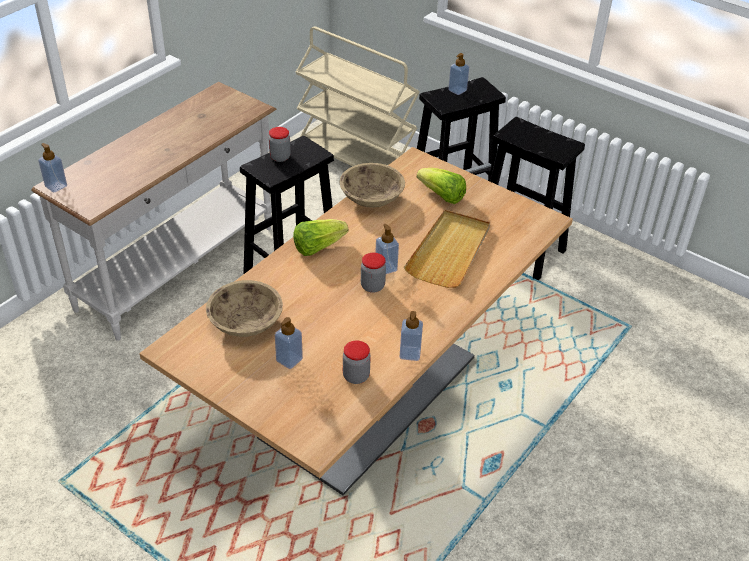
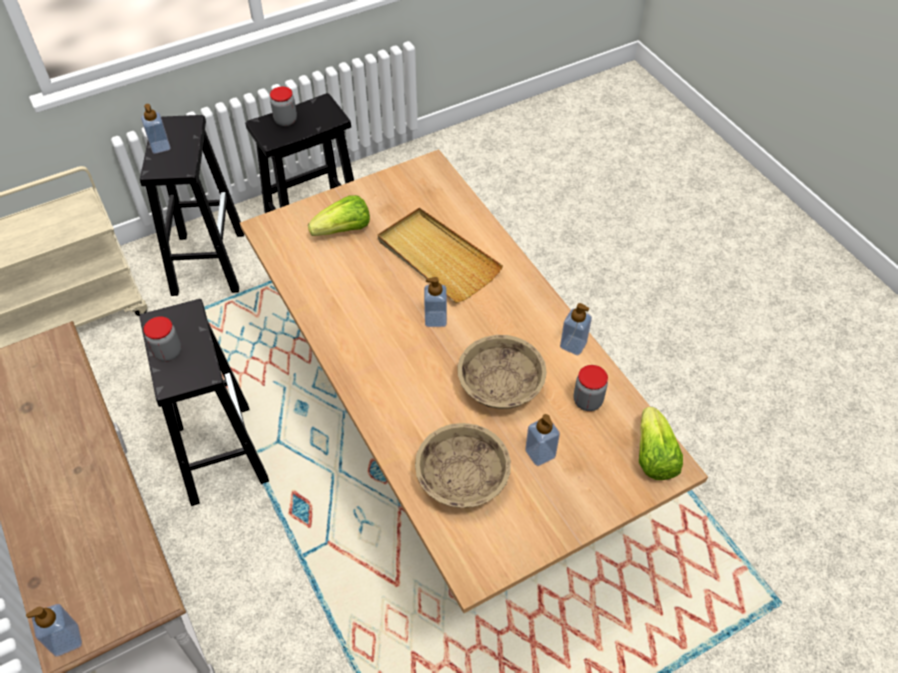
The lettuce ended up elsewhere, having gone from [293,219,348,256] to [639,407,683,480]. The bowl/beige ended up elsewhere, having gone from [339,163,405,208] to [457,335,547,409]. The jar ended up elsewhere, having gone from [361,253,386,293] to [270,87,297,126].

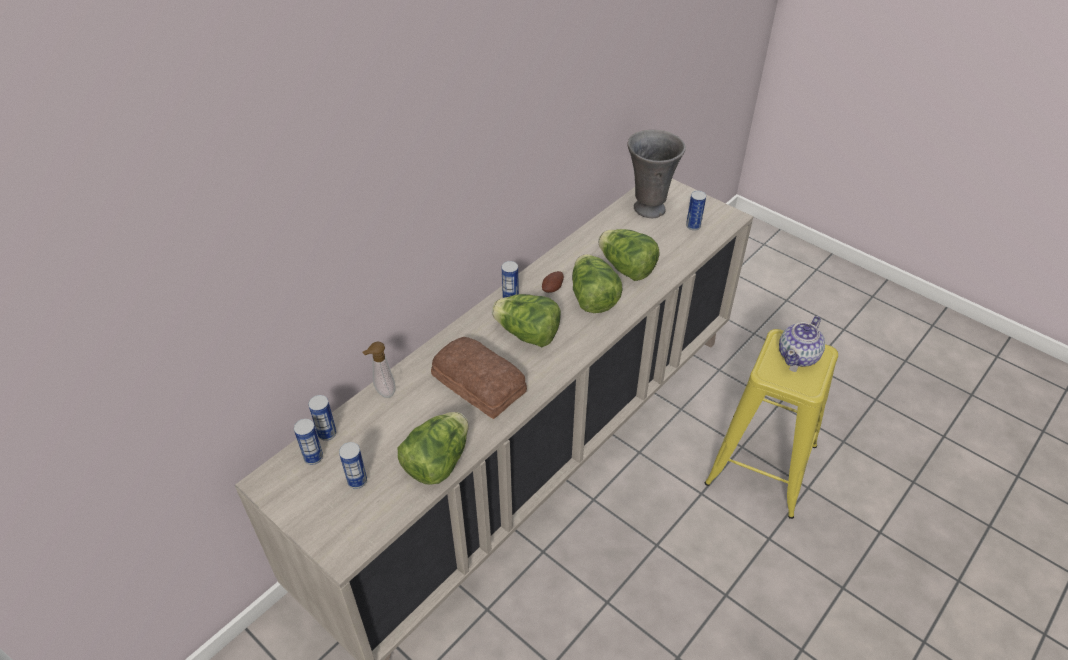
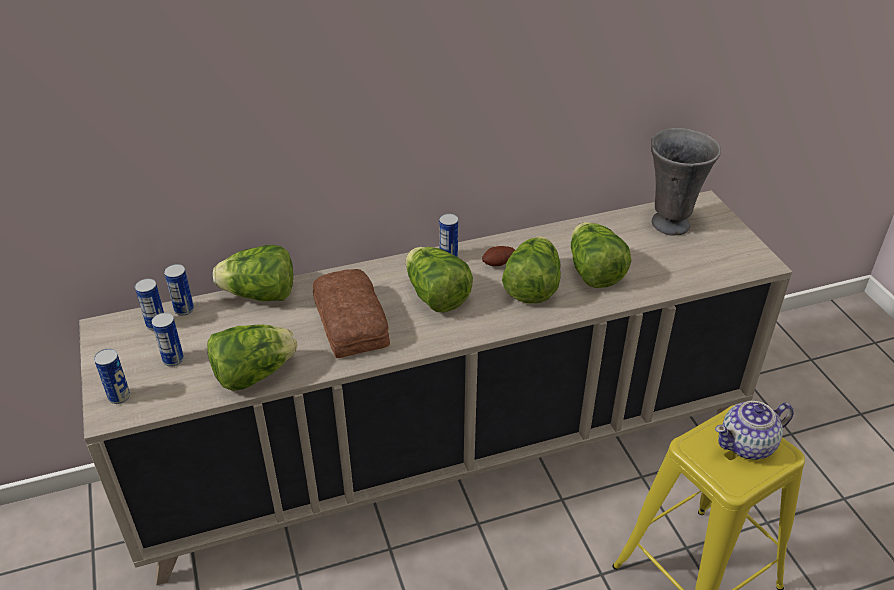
Where the soap dispenser stood at [362,342,396,398], the lettuce came to stand at [213,245,293,301]. The can ended up elsewhere, having gone from [686,191,706,231] to [94,349,130,404].

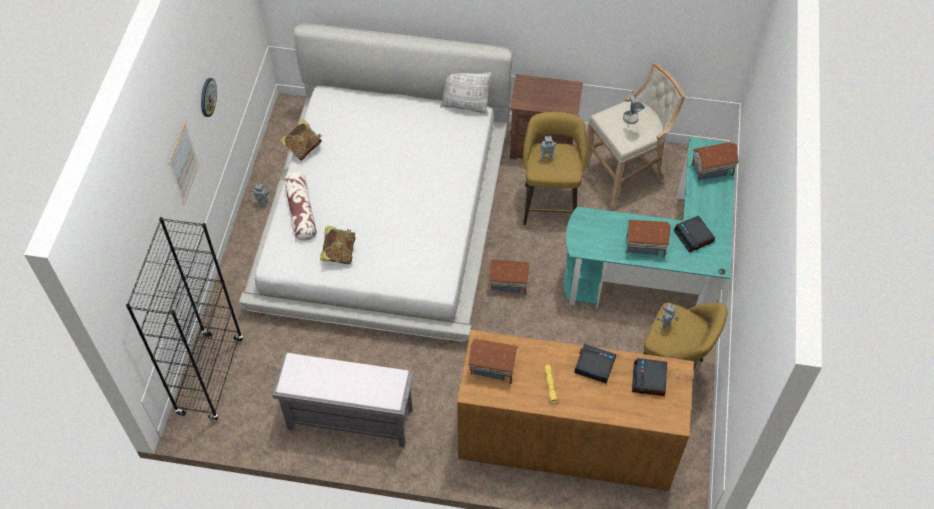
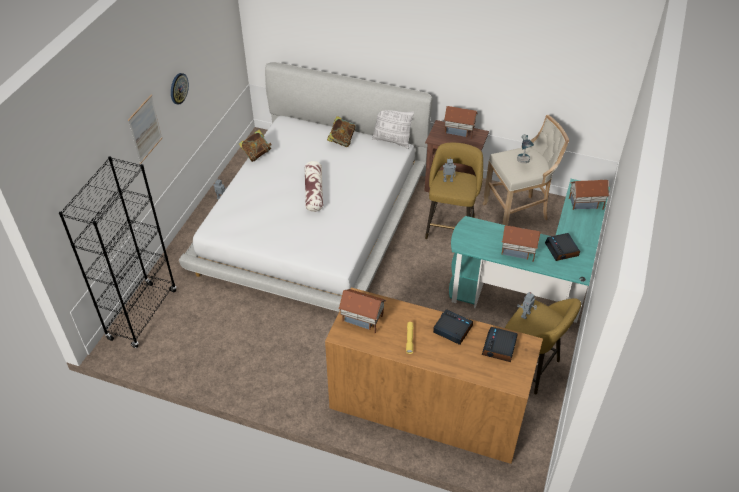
The second view lost the bench/grey at [272,353,414,448]. The pillow ended up elsewhere, having gone from [284,172,317,241] to [305,161,323,212]. The book ended up elsewhere, having gone from [320,226,356,264] to [327,116,355,147]. The toy house ended up elsewhere, having gone from [489,260,530,295] to [444,106,478,139].

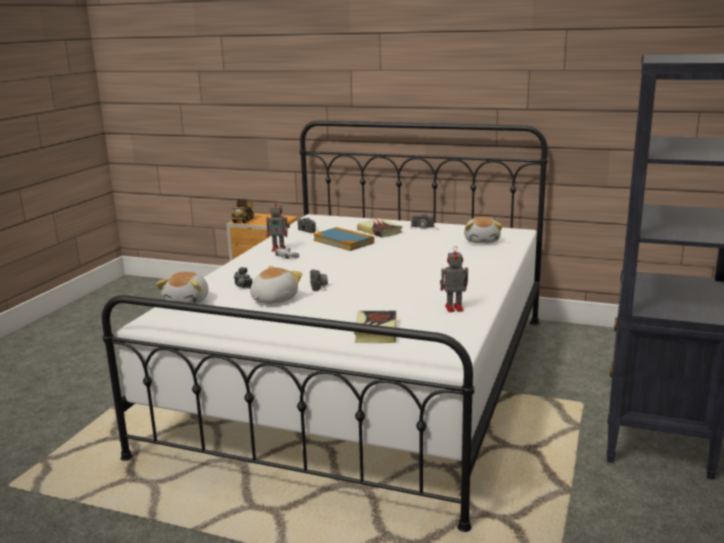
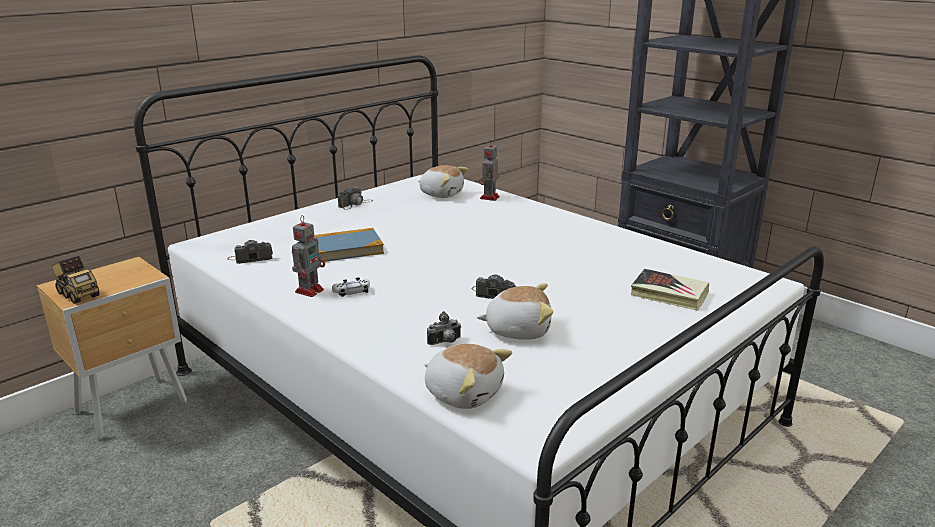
The plush toy at [250,265,302,304] ended up facing another way, 120 degrees clockwise from before. The second view lost the book at [357,218,403,238]. The toy robot ended up elsewhere, having gone from [440,246,468,312] to [479,139,500,201].

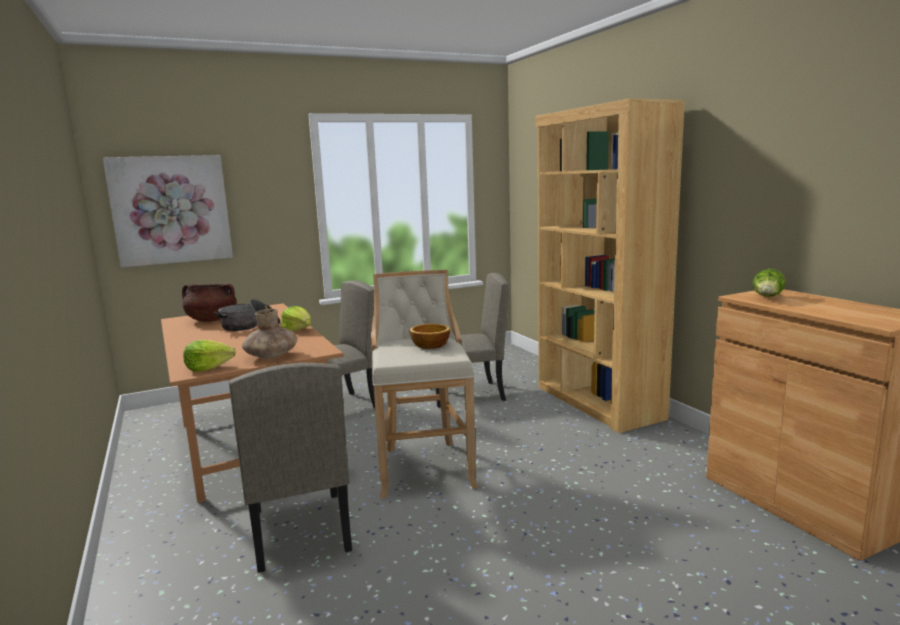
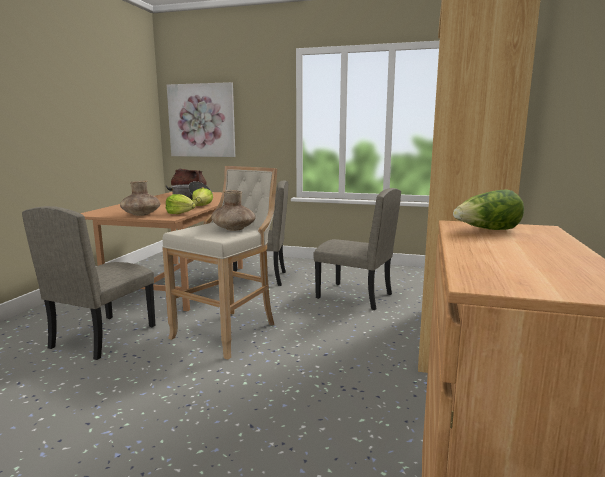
The lettuce ended up elsewhere, having gone from [183,340,236,372] to [166,194,196,214]. Where the bowl stood at [409,324,450,349], the vase/brown came to stand at [211,190,256,231].

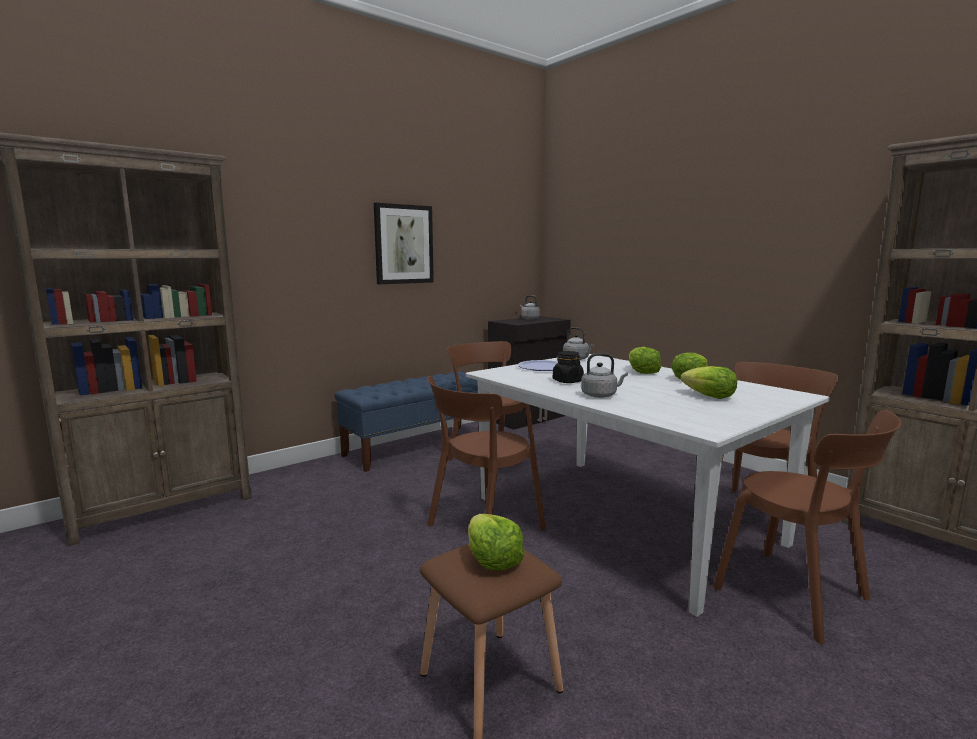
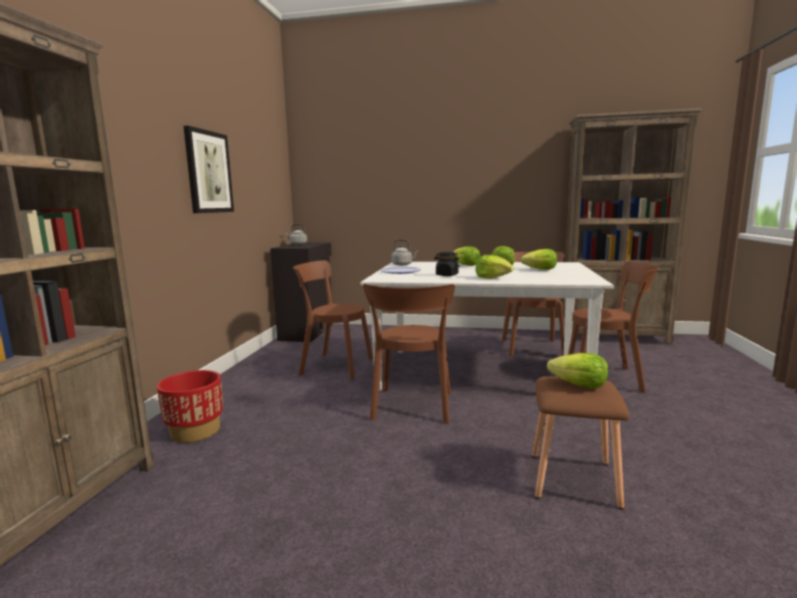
The second view lost the bench/blue at [335,372,478,472]. Where the kettle/grey stood at [581,353,628,398], the lettuce came to stand at [475,255,514,279]. The second view gained the planter/red at [157,370,223,443].

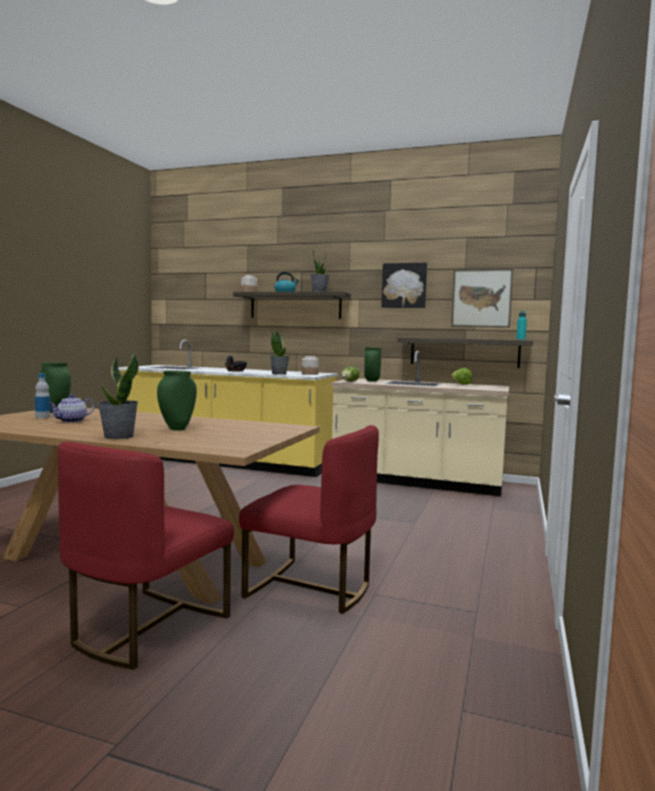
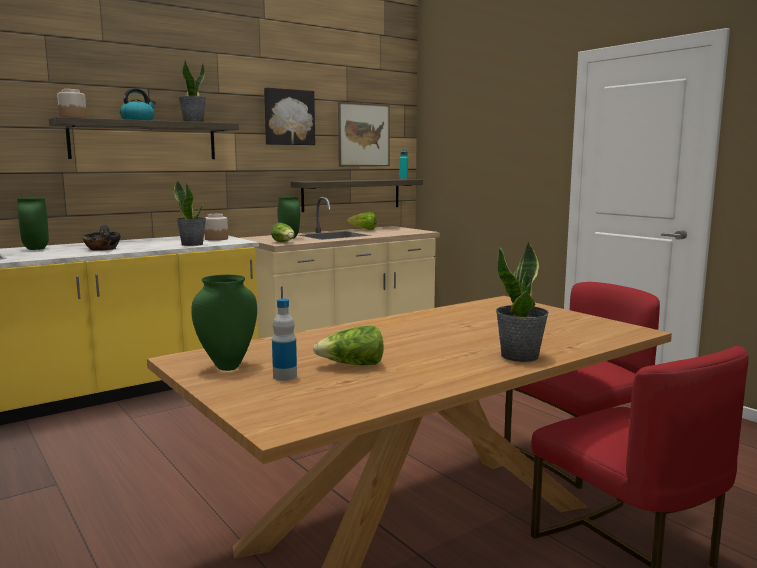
Where the teapot stood at [48,394,94,423], the lettuce came to stand at [313,325,384,365]. The vase/green ended up elsewhere, having gone from [157,371,197,431] to [17,198,49,250].

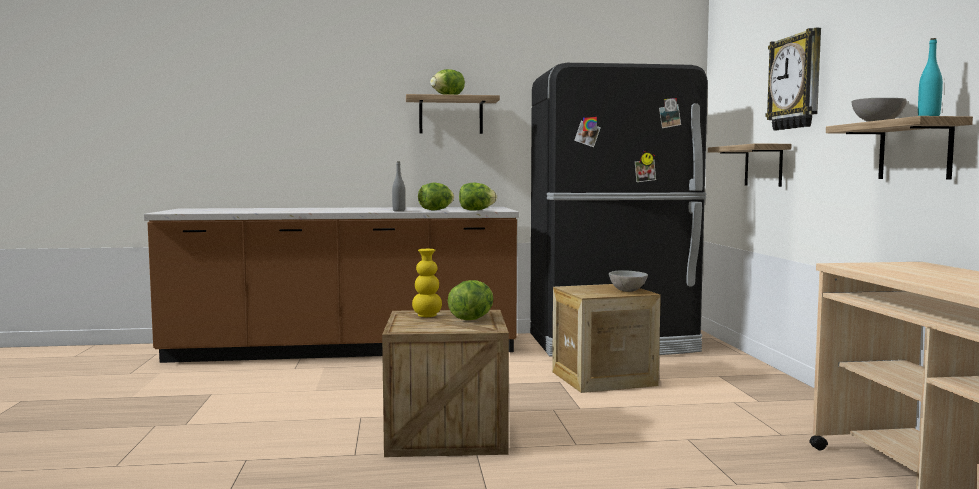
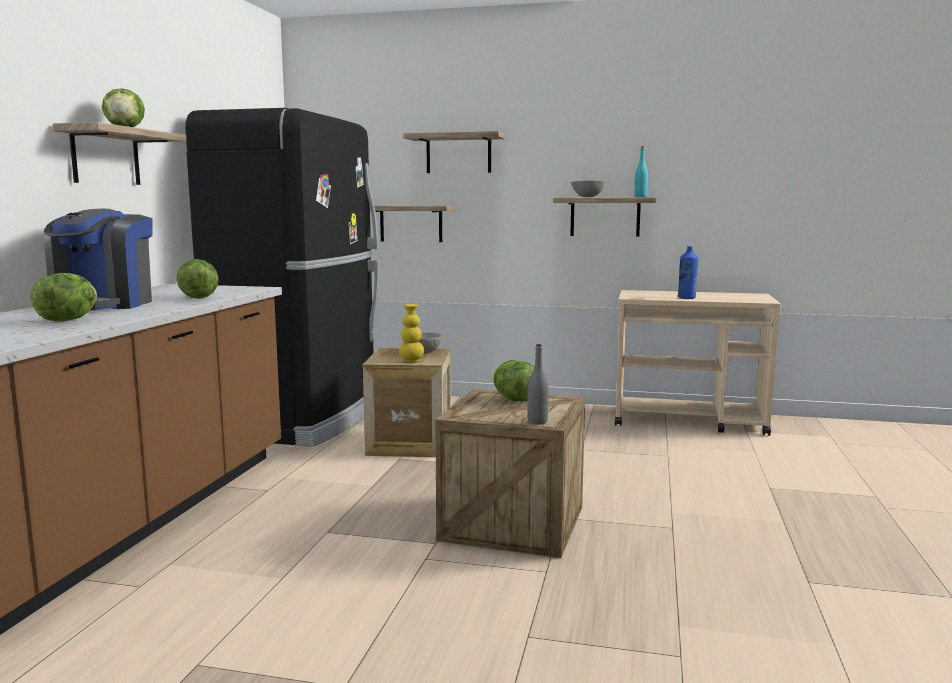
The bottle/grey ended up elsewhere, having gone from [392,161,405,211] to [527,344,549,424]. The vase/yellow ended up elsewhere, having gone from [412,249,442,317] to [399,304,424,362]. The lettuce ended up elsewhere, having gone from [459,183,497,211] to [31,273,97,322]. Where the wall clock hung at [765,28,821,130], the shelf came to hang at [403,131,505,173]. The second view gained the coffee machine at [44,209,153,310]. The second view gained the bottle/blue at [678,246,698,299].

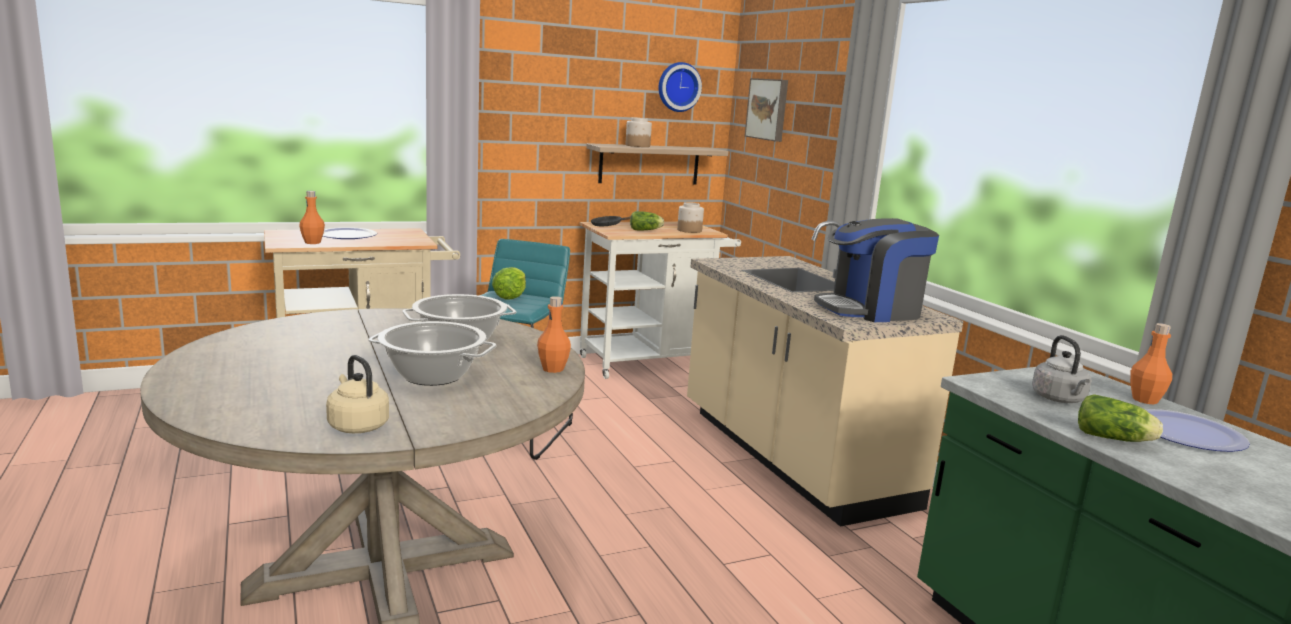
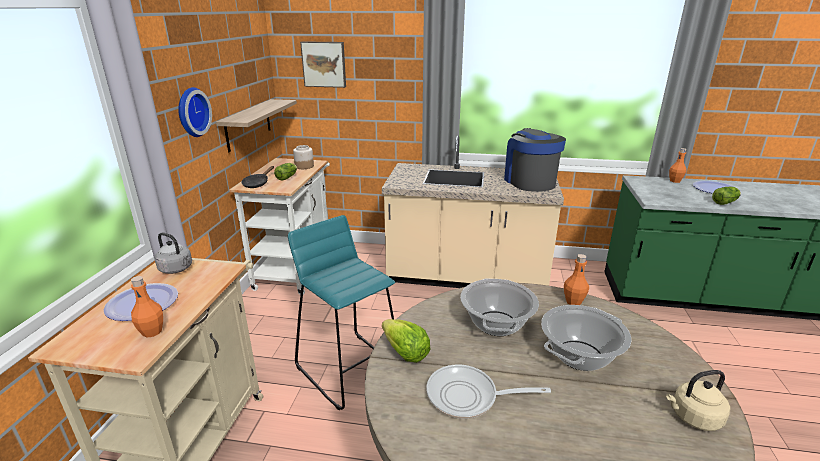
The lettuce ended up elsewhere, having gone from [492,267,526,300] to [382,319,431,363]. The second view lost the jar at [626,118,652,147]. The wall clock ended up elsewhere, having gone from [659,62,702,112] to [178,87,212,137]. The coffee machine at [814,218,939,322] ended up facing another way, 150 degrees clockwise from before. The kettle/grey ended up elsewhere, having gone from [1032,335,1091,403] to [155,233,192,274]. The second view gained the frying pan at [426,365,551,419].

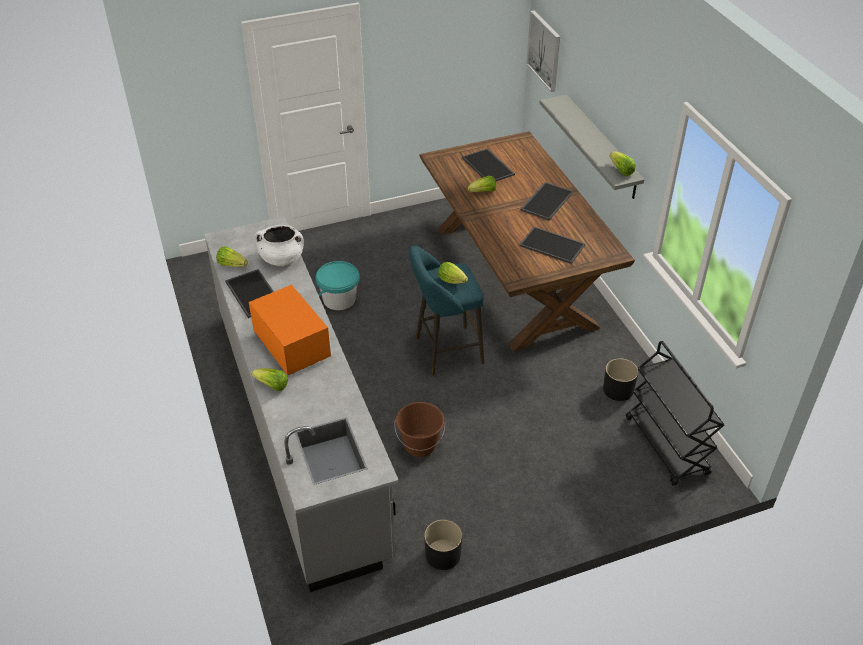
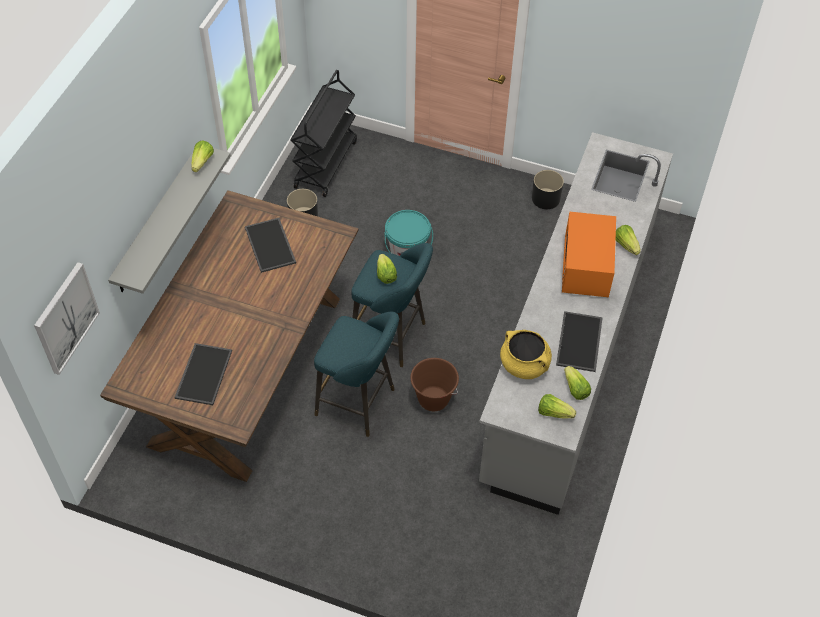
What was the cooking pot/white at [255,225,304,266] turned into the cooking pot/yellow at [500,330,552,379]. The bucket/turquoise ended up elsewhere, having gone from [316,261,359,310] to [384,210,433,256]. The bucket/brown ended up elsewhere, having gone from [395,402,445,457] to [410,358,459,411]. The lettuce ended up elsewhere, having gone from [468,176,496,192] to [538,394,576,419]. The second view lost the tray at [521,182,573,220]. The second view gained the stool/turquoise at [314,312,399,437].

